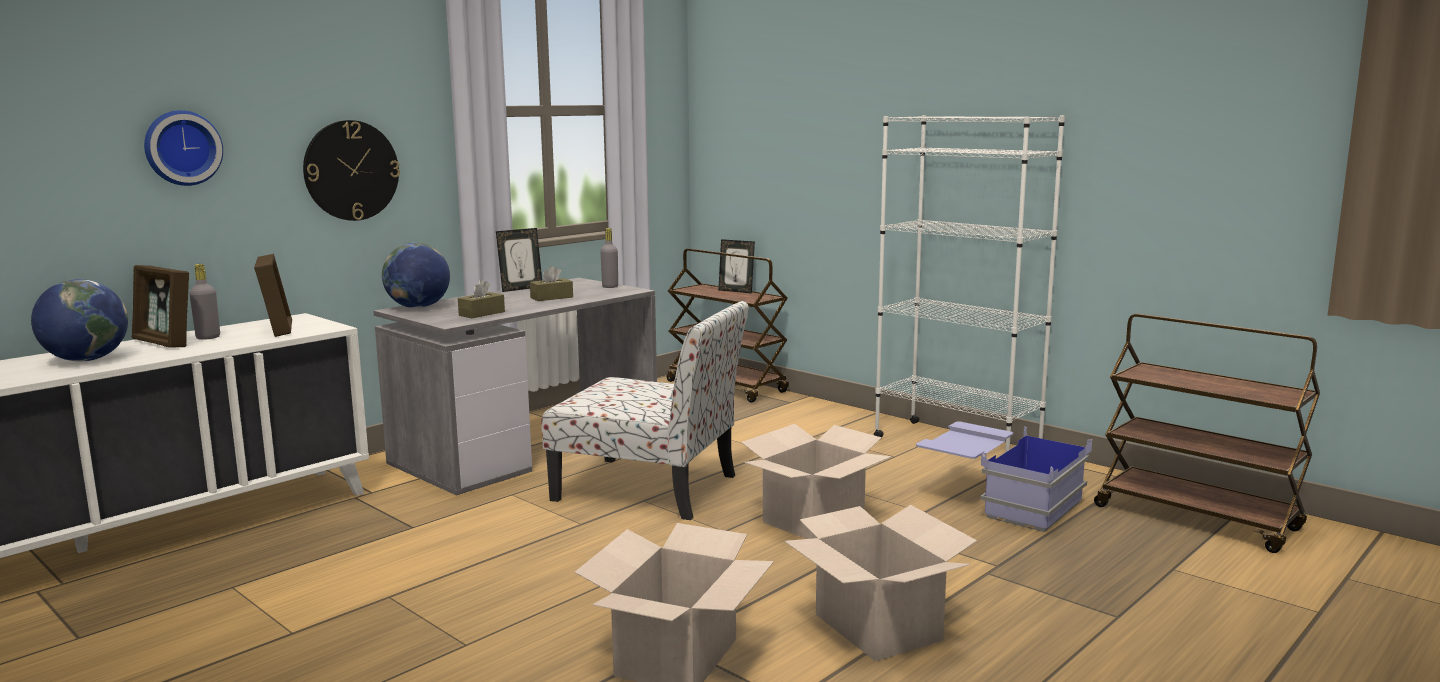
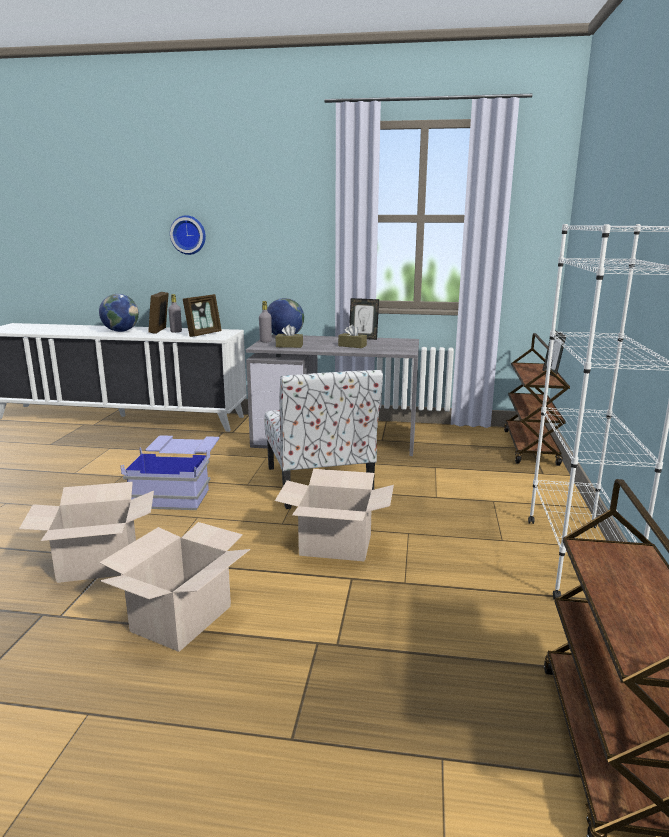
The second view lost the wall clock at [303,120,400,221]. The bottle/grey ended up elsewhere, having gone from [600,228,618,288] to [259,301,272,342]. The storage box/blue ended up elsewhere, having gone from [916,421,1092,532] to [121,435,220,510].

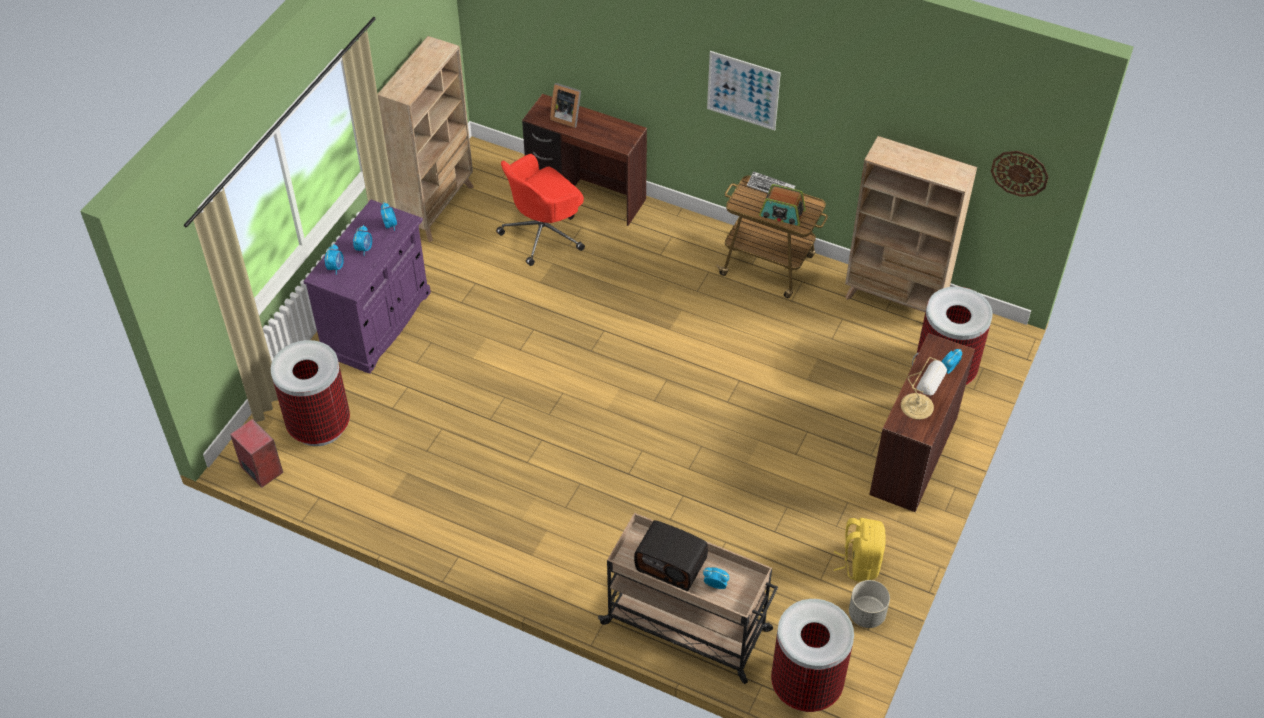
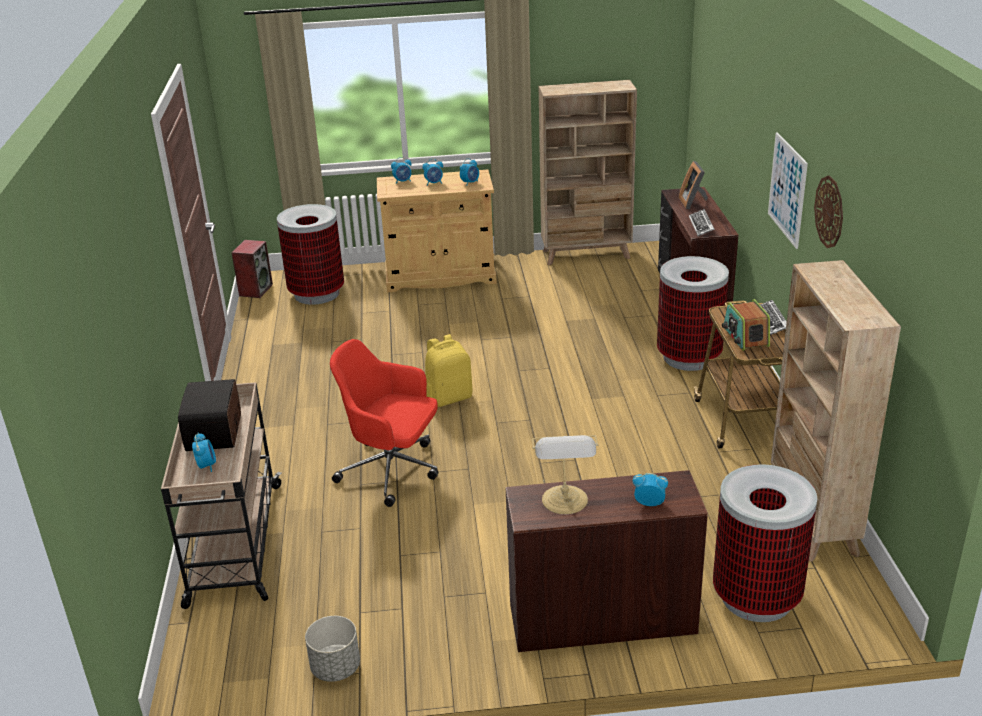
What was the cabinet/purple at [303,200,431,374] turned into the cabinet/beige at [377,170,497,293]. The office chair/red ended up elsewhere, having gone from [496,154,585,266] to [330,339,438,507]. The trash can ended up elsewhere, having gone from [771,599,854,712] to [657,256,729,371]. The backpack/yellow ended up elsewhere, having gone from [833,518,886,582] to [425,334,472,407]. The wall clock ended up elsewhere, having gone from [991,151,1048,197] to [814,175,843,248]. The second view gained the keyboard at [689,209,715,236].

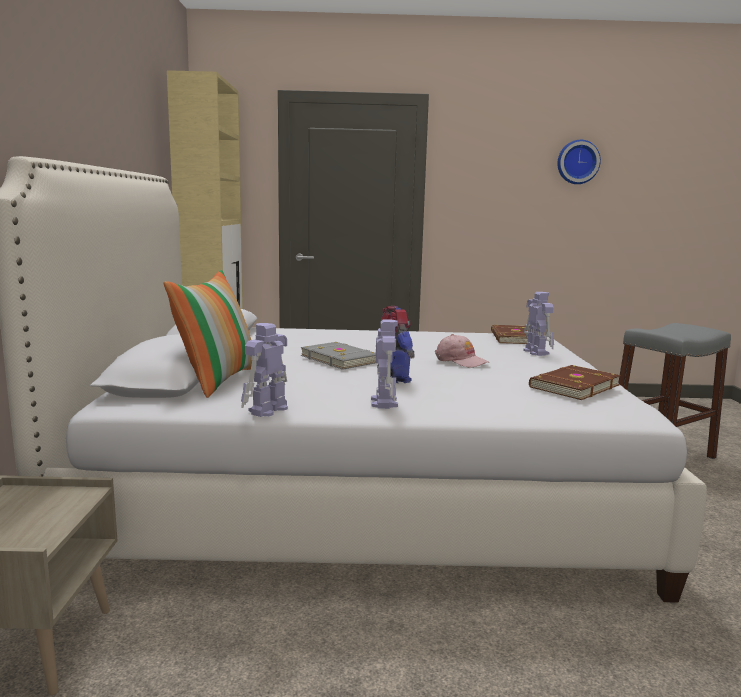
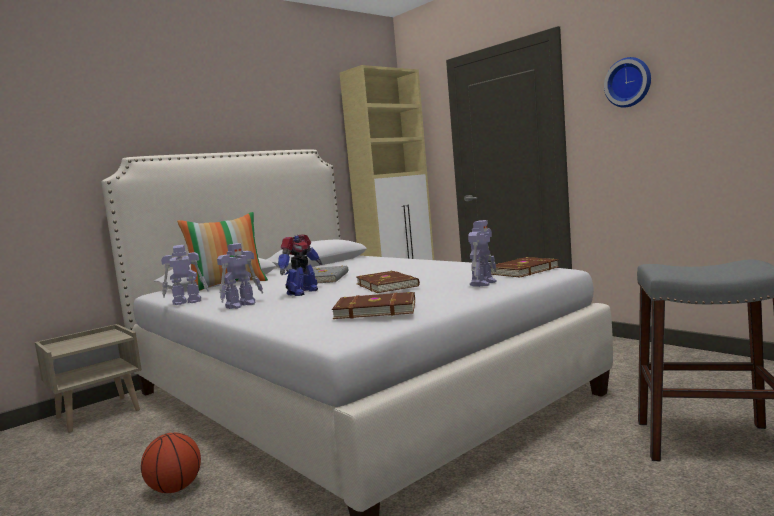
Where the cap/pink stood at [435,334,490,368], the book/brown came to stand at [356,271,420,293]. The wall clock ended up elsewhere, having gone from [557,140,601,184] to [604,57,651,108]. The second view gained the basketball at [141,432,201,493].

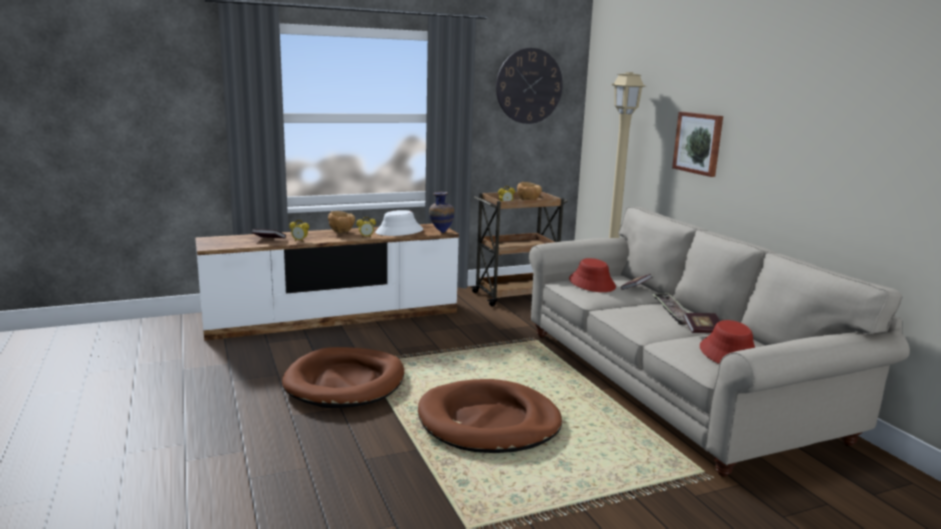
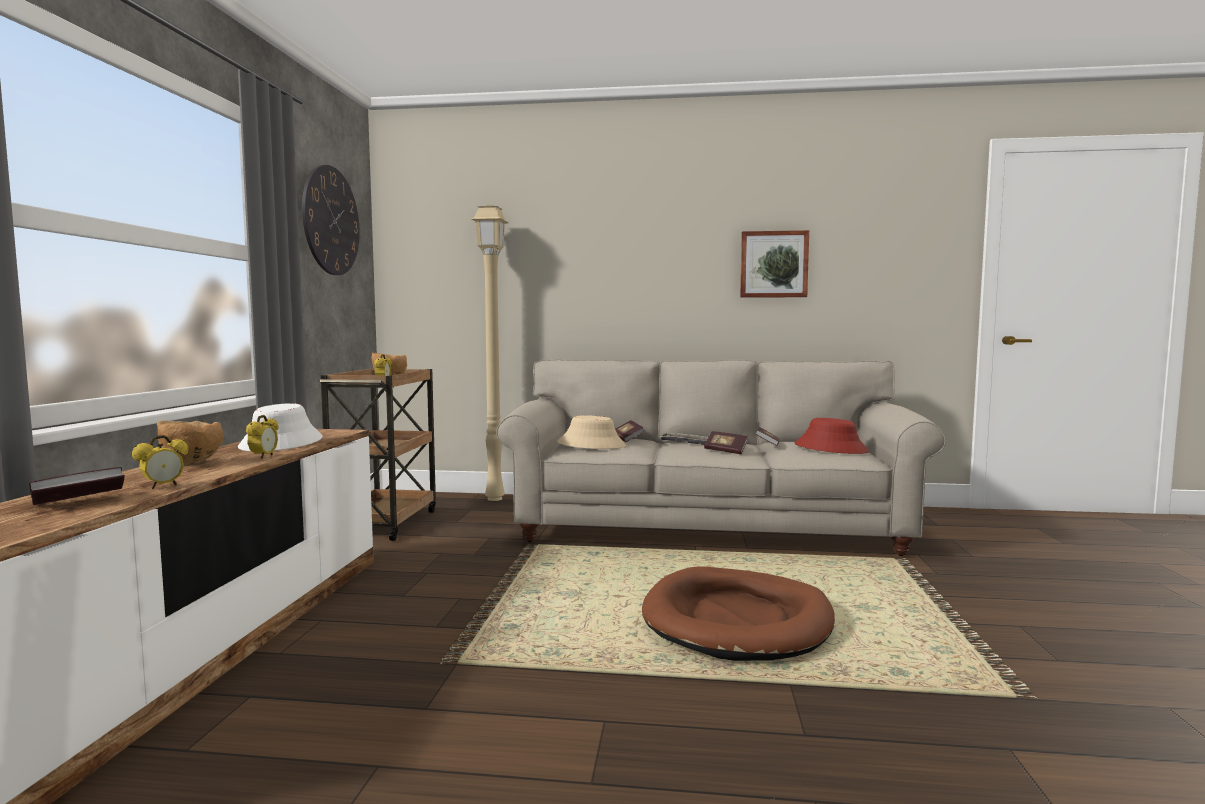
The second view lost the dog bed/brown at [282,347,404,408]. The second view lost the vase at [429,192,454,233]. What was the hat/red at [569,258,616,292] turned into the hat/beige at [557,415,626,449]. The picture ended up elsewhere, having gone from [672,112,723,177] to [740,230,809,298]. The second view gained the book at [704,431,748,454].

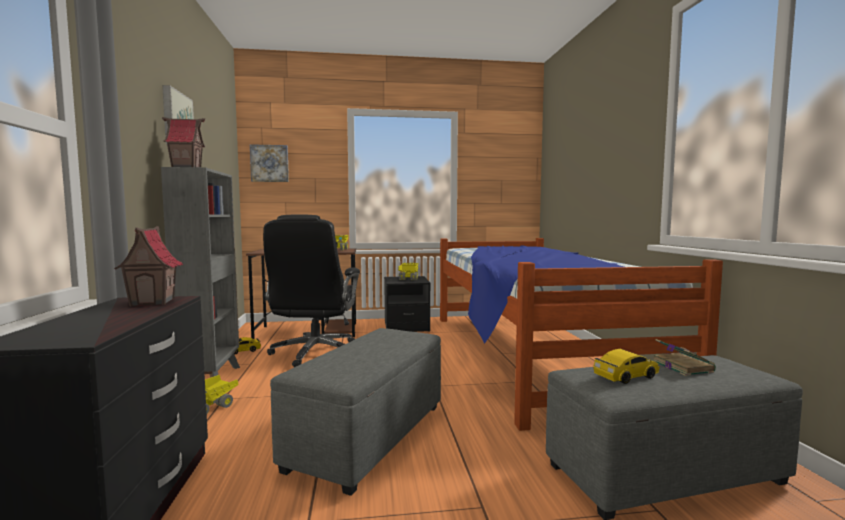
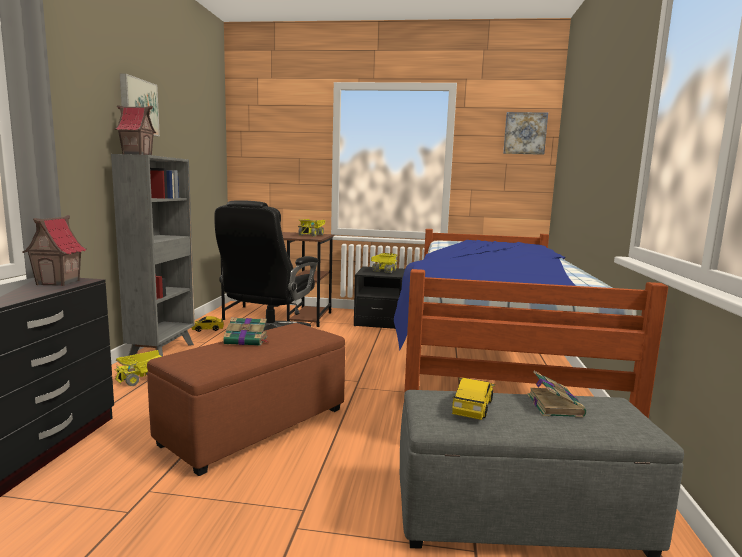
The picture ended up elsewhere, having gone from [250,144,289,182] to [503,112,548,155]. What was the ottoman/grey at [270,328,441,496] turned into the ottoman/brown at [147,323,345,476]. The toy car at [593,349,660,384] ended up facing another way, 60 degrees counterclockwise from before. The second view gained the book at [223,317,269,346].

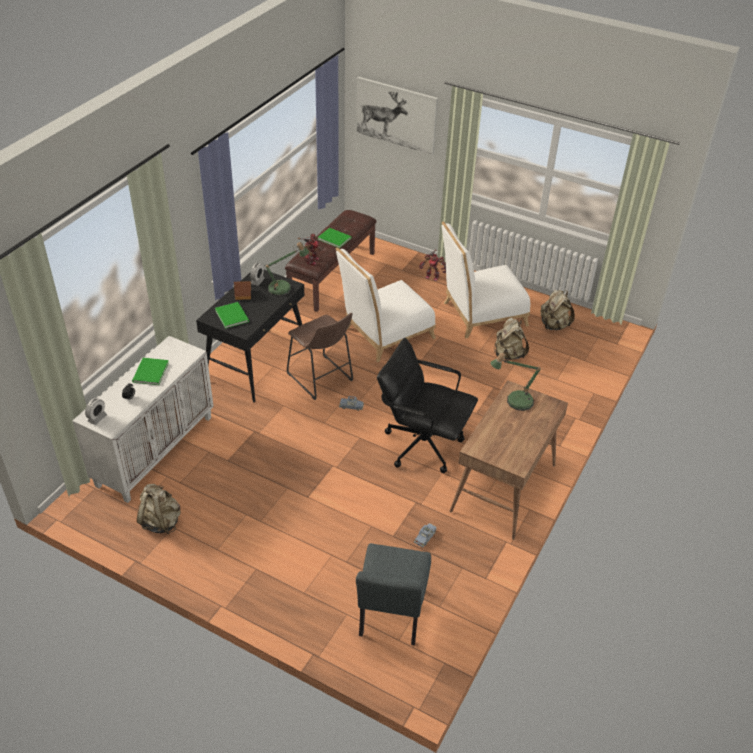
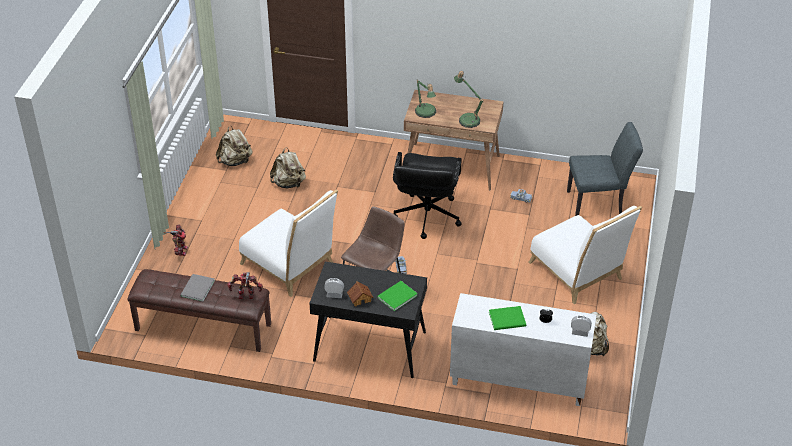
The table lamp ended up elsewhere, having gone from [265,242,309,296] to [454,71,483,128]. What was the book/green at [318,228,352,248] turned into the book/grey at [180,274,215,302]. The second view lost the picture at [357,77,438,155]. The chair/white ended up elsewhere, having gone from [441,221,530,338] to [529,206,642,304].

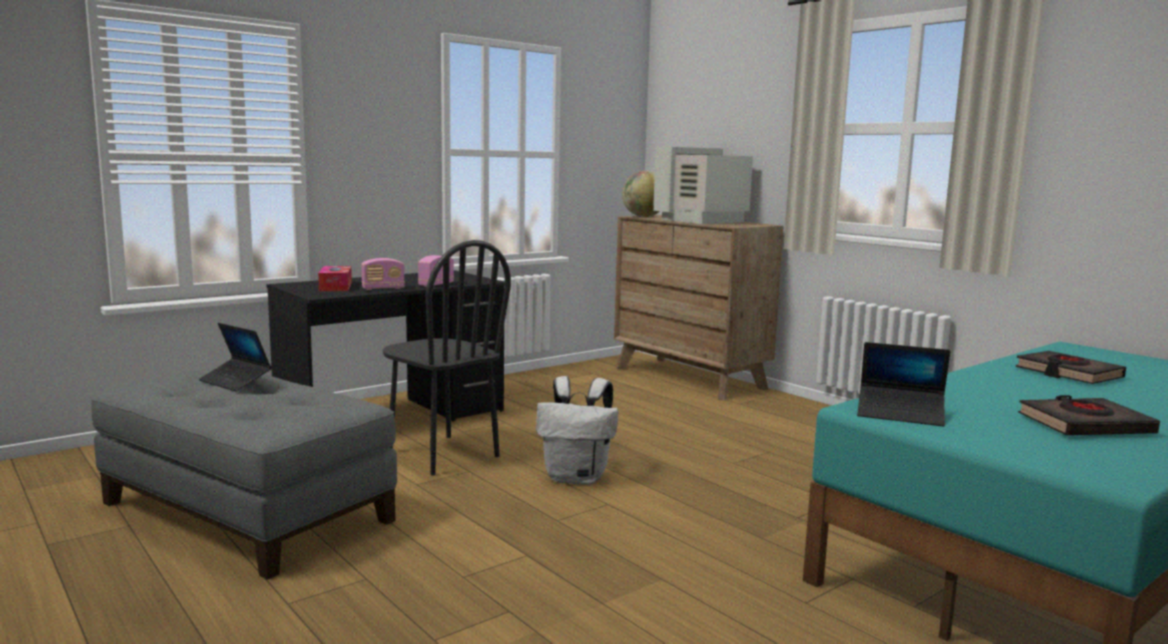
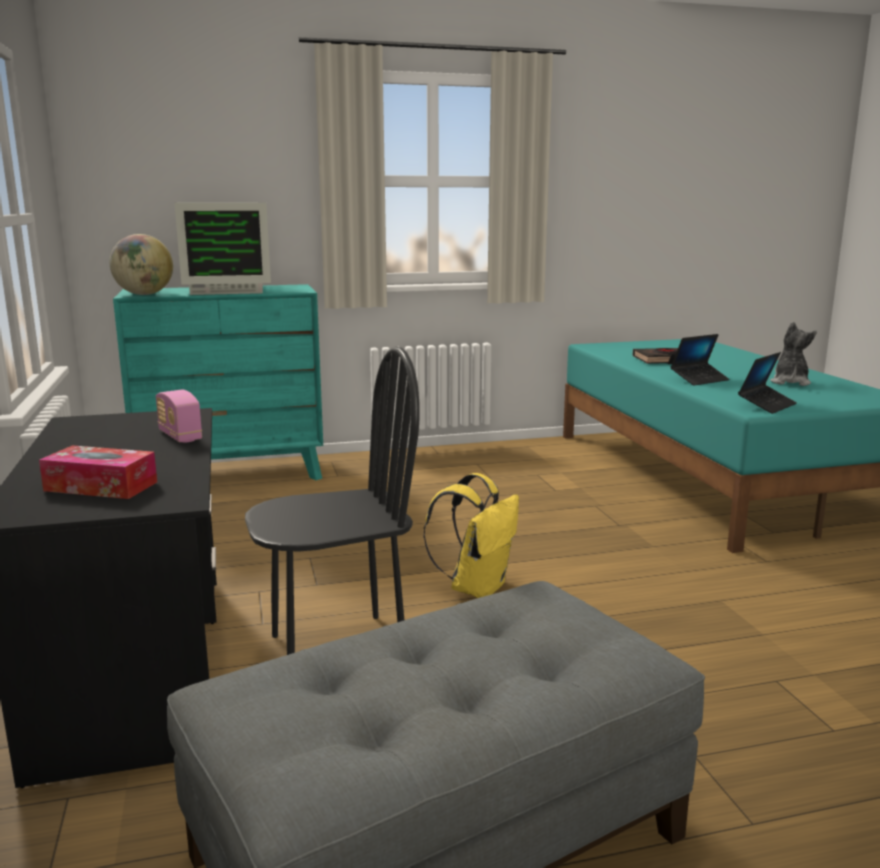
The laptop ended up elsewhere, having gone from [199,323,272,391] to [670,334,730,386]. The second view lost the radio at [361,258,405,290]. What was the backpack/white at [536,376,618,485] turned into the backpack/yellow at [423,473,519,598]. What was the dresser/brown at [614,215,784,401] turned into the dresser/turquoise at [113,284,323,480]. The monitor at [653,147,753,224] ended up facing another way, 90 degrees counterclockwise from before. Where the book/black stood at [1018,395,1160,435], the plush toy came to stand at [770,322,817,386].

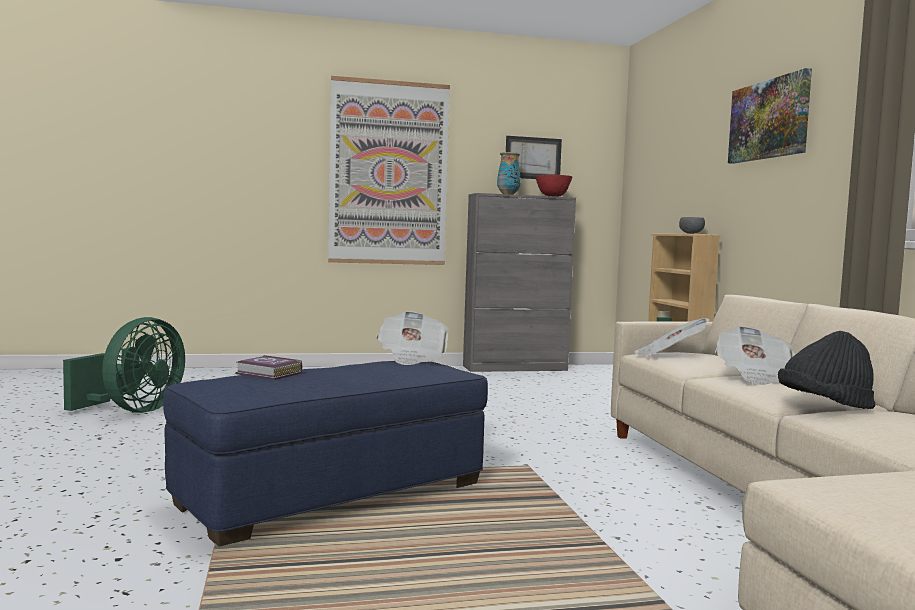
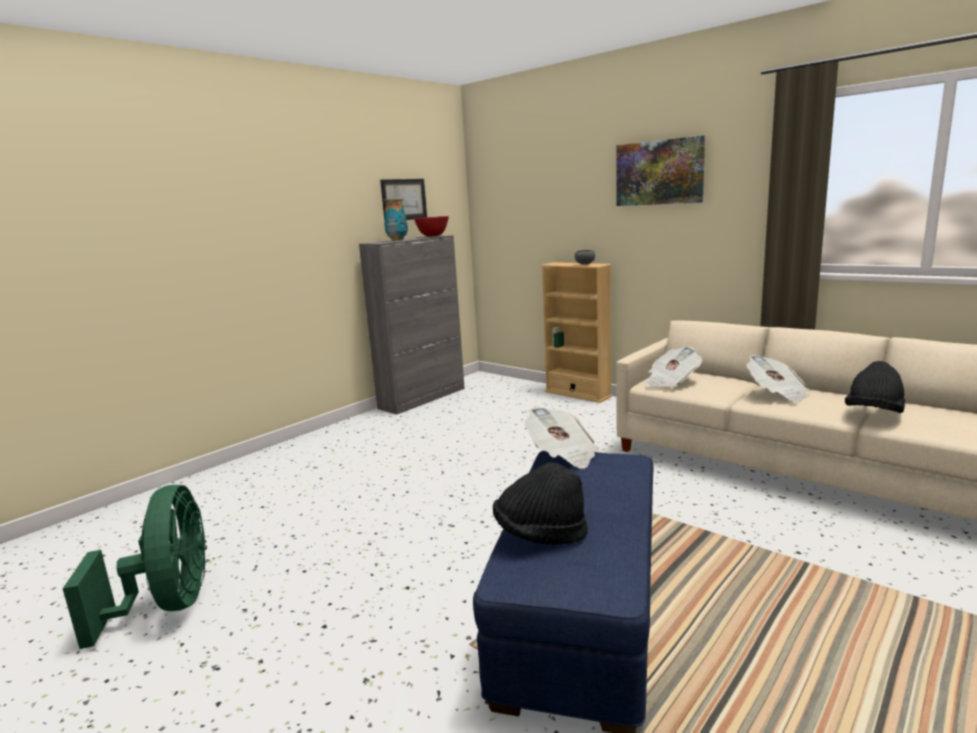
Where the book stood at [235,355,302,380], the hat/black came to stand at [493,462,588,545]. The second view lost the picture at [328,76,450,265].

